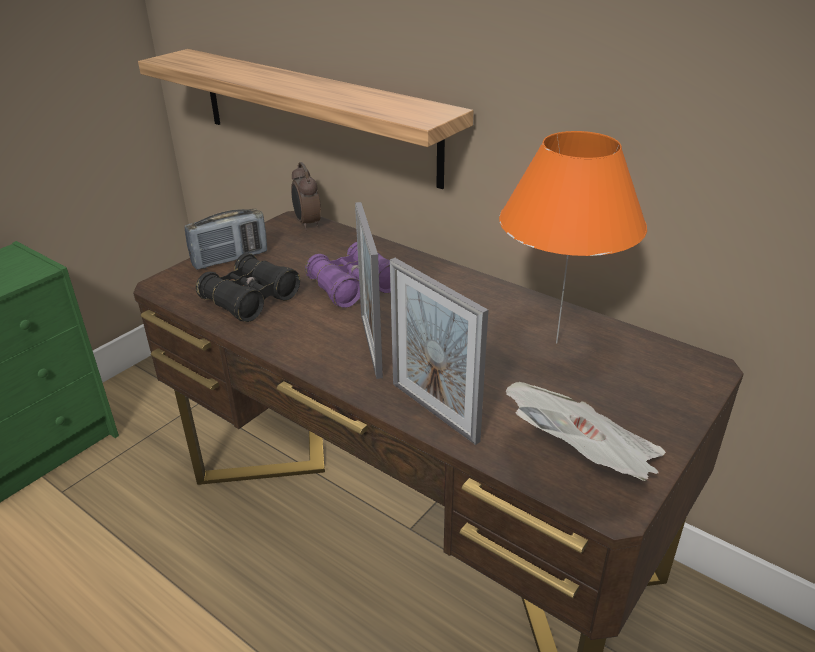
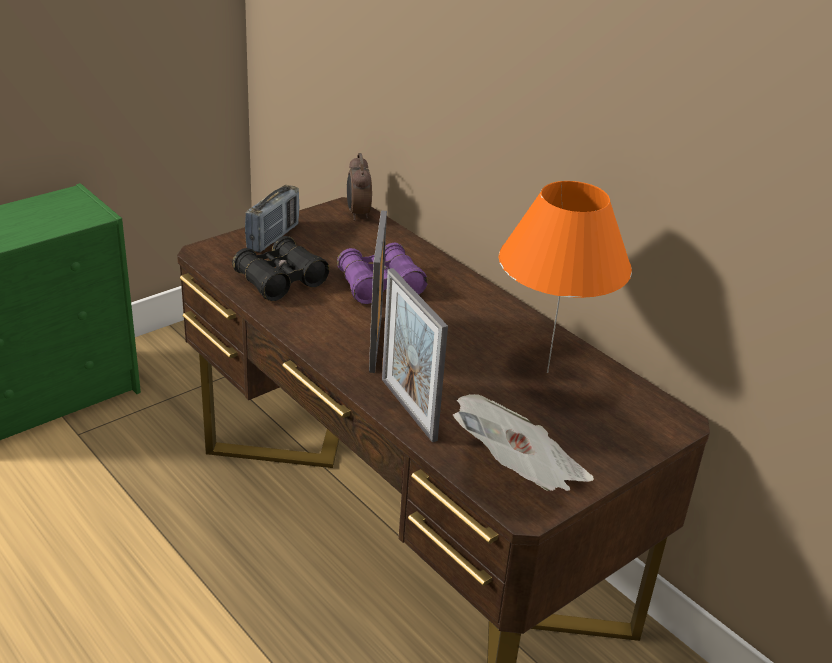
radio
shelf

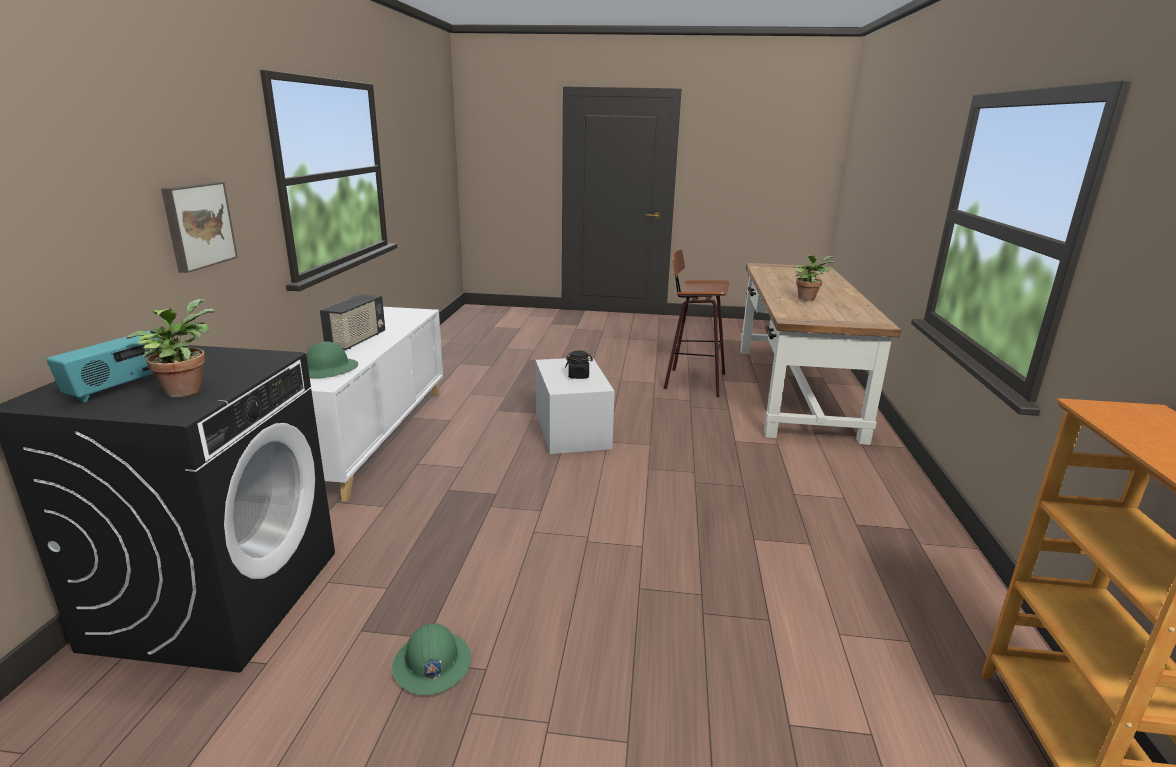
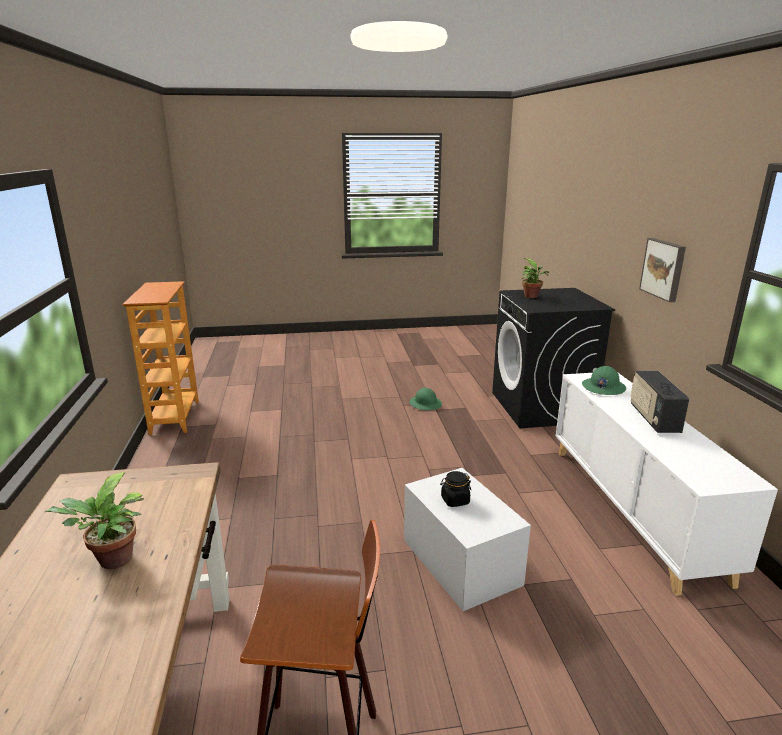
radio (1st from left in the first image)

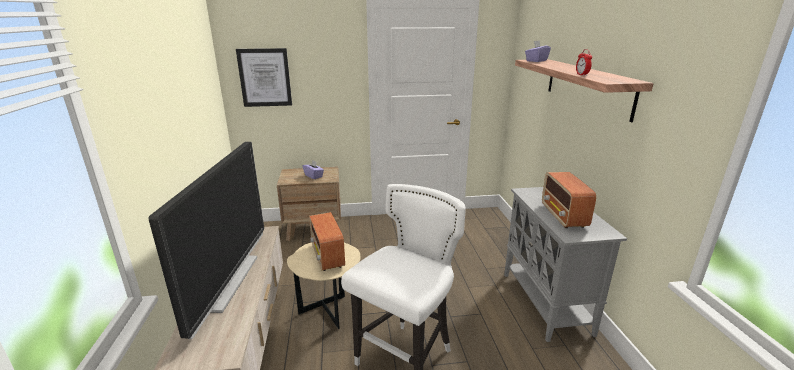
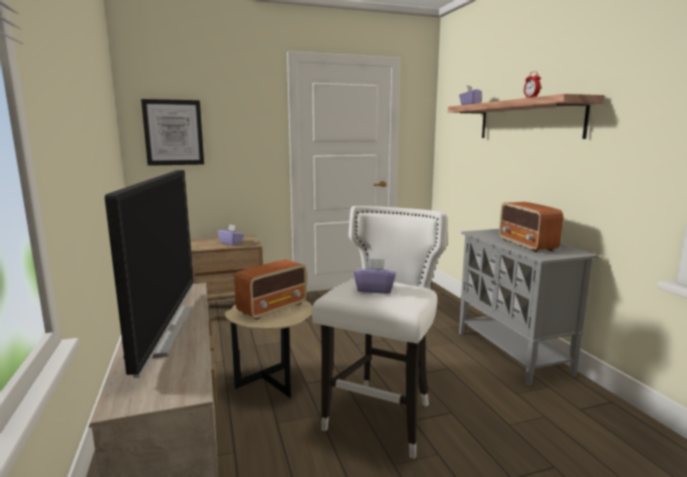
radio (1st from left)
tissue box/purple (2nd from left)

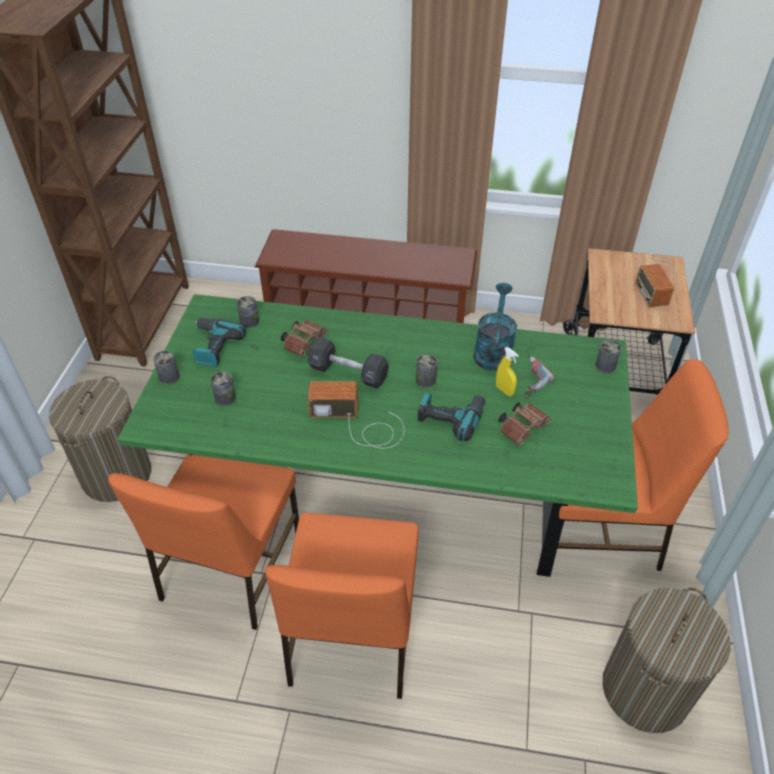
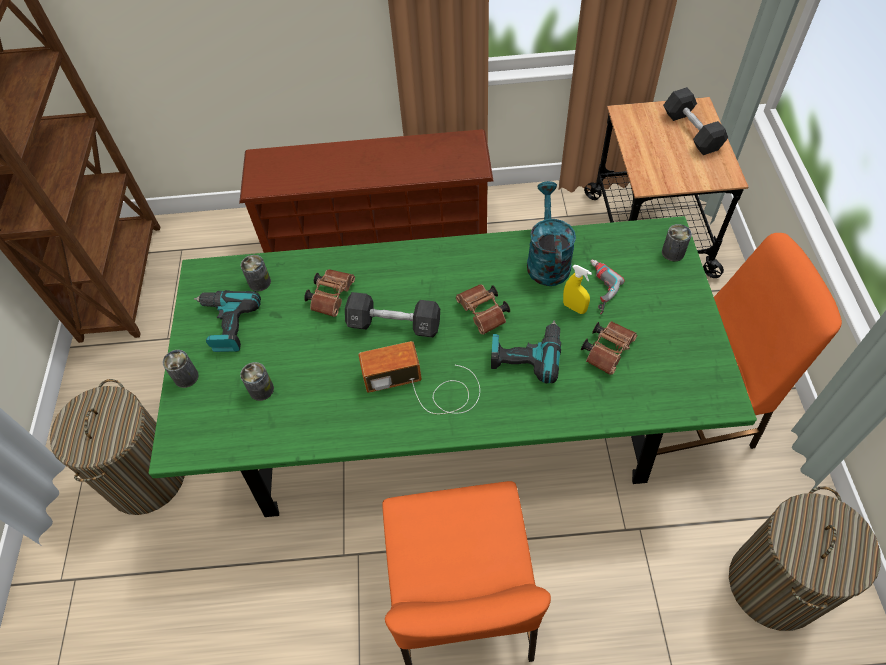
binoculars/brown (2nd from left)
dumbbell/black (2nd from left)
chair/orange (1st from left in the first image)

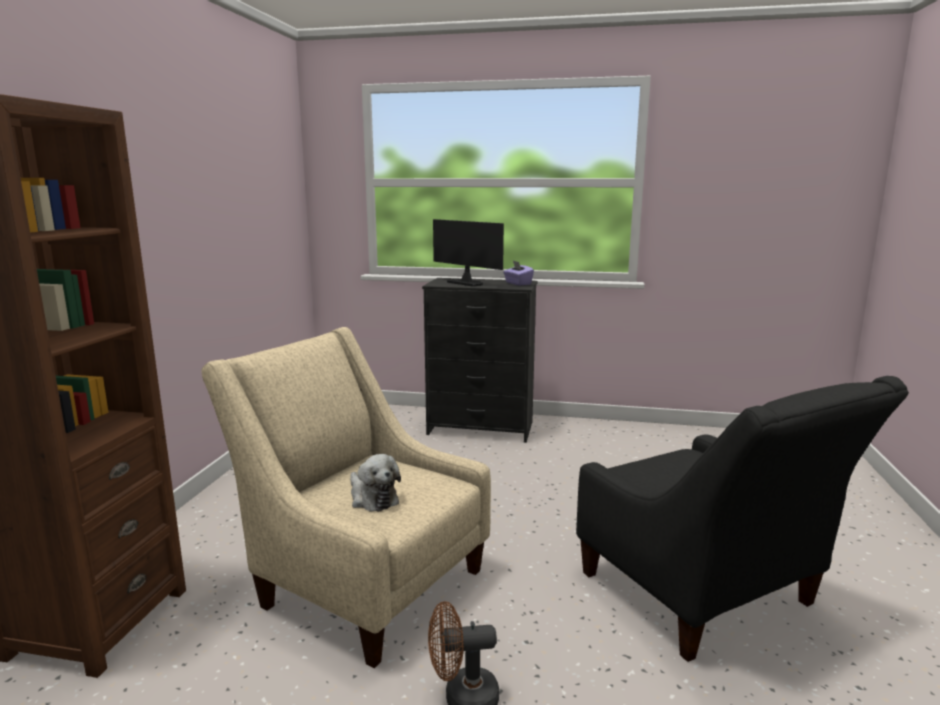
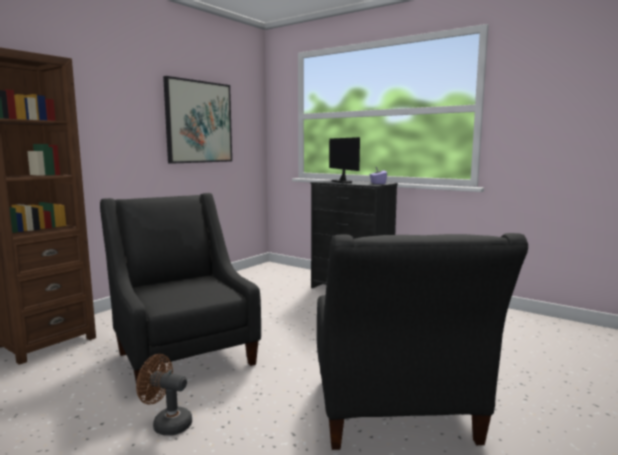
armchair/black (1st from left)
picture
plush toy

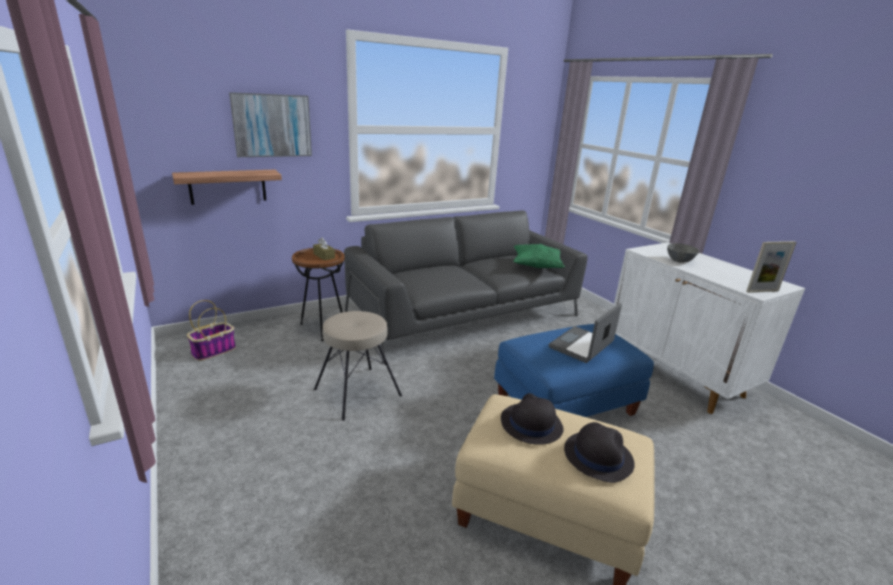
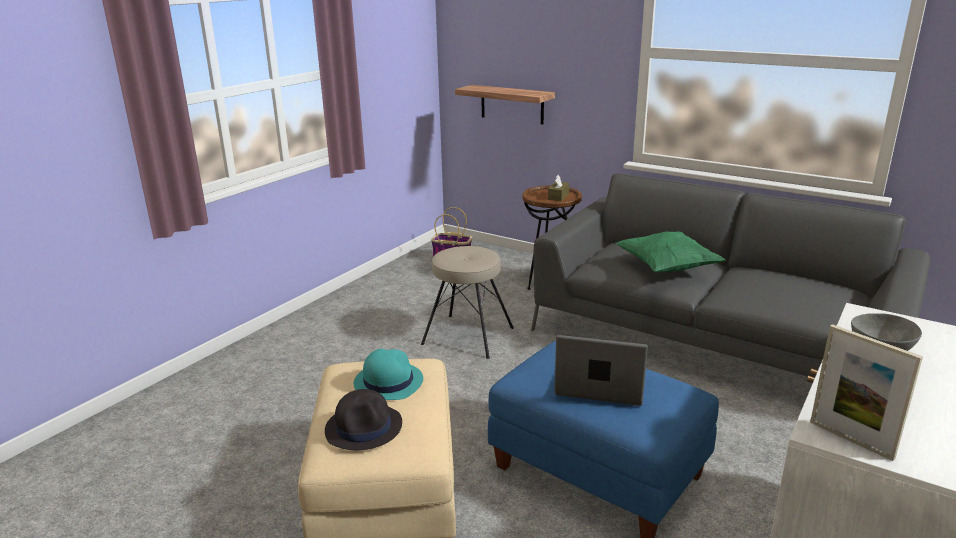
hat/turquoise
pillow/green
picture

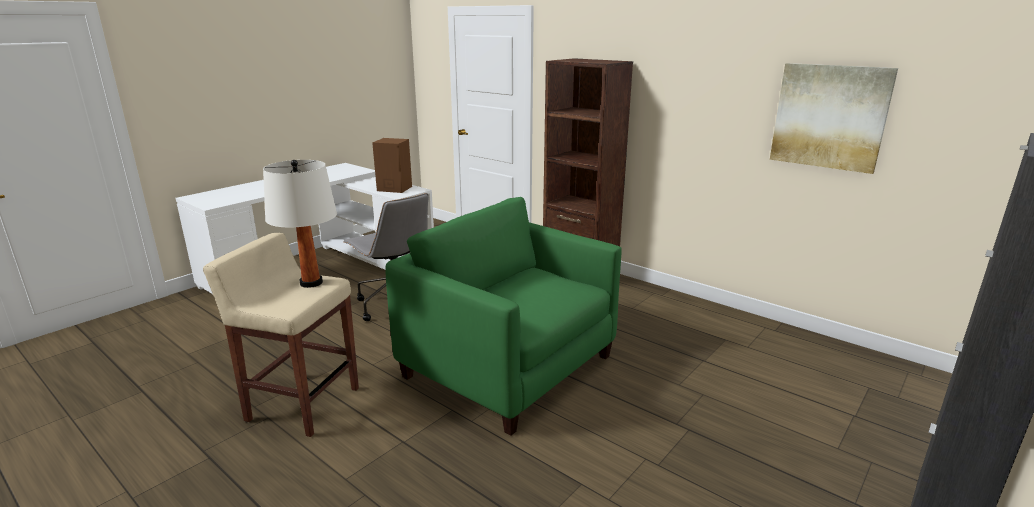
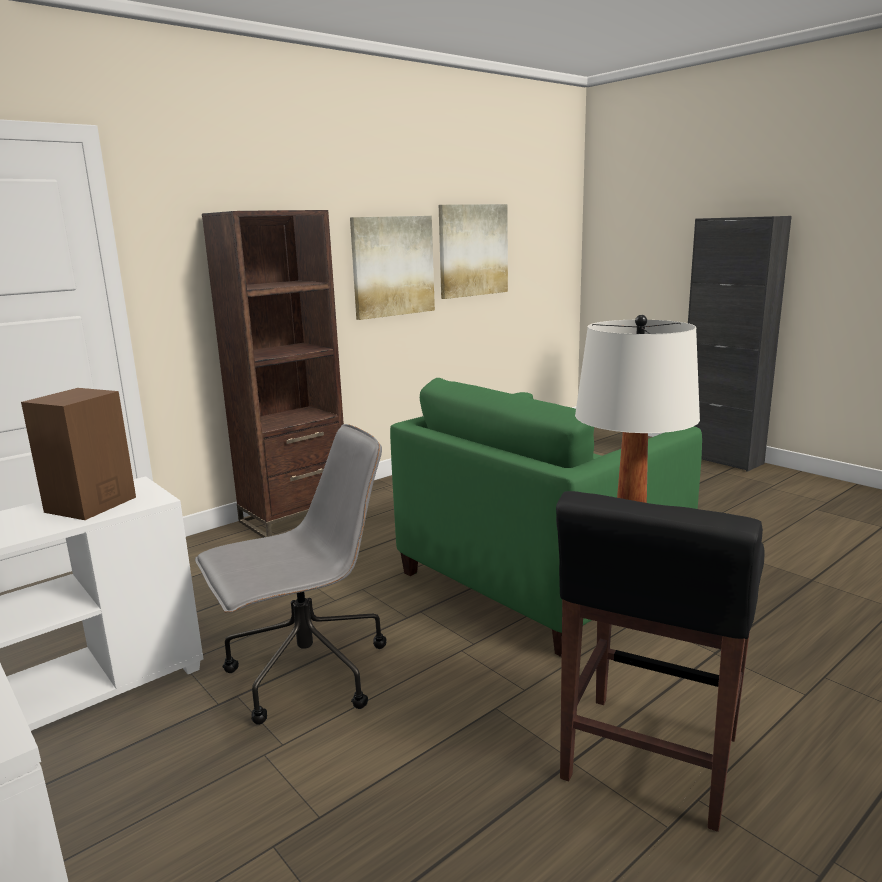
picture (1st from left)
stool/black

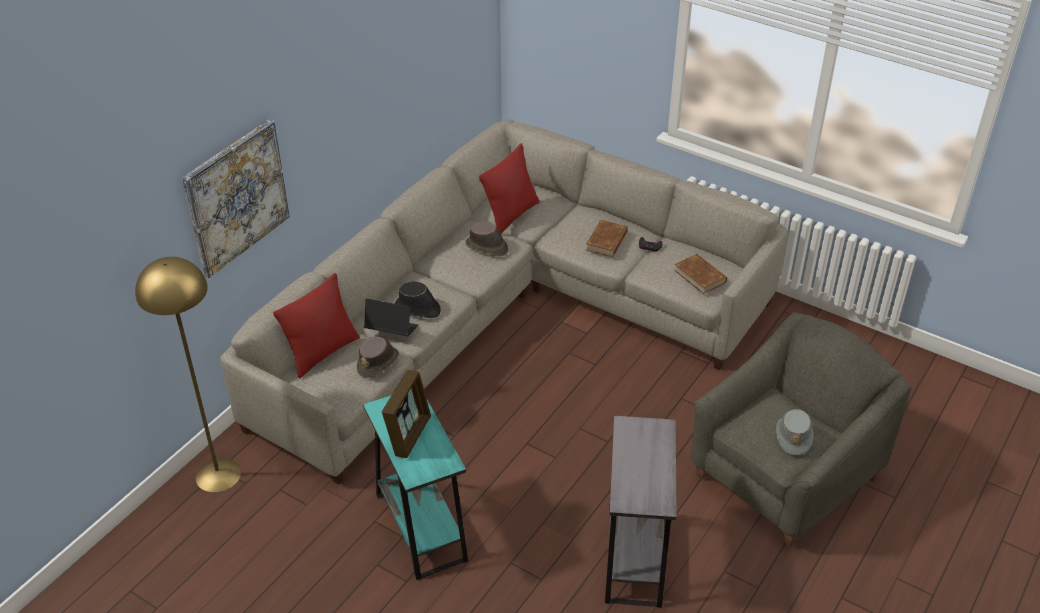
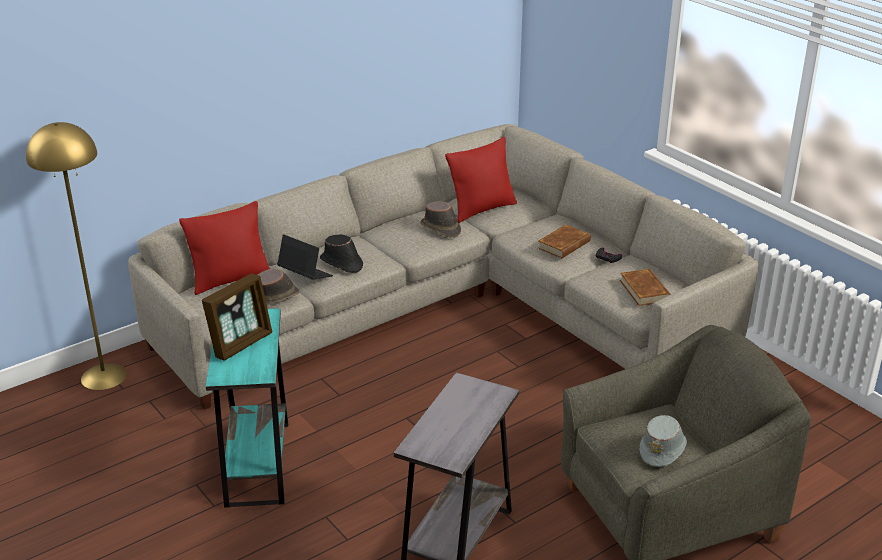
picture

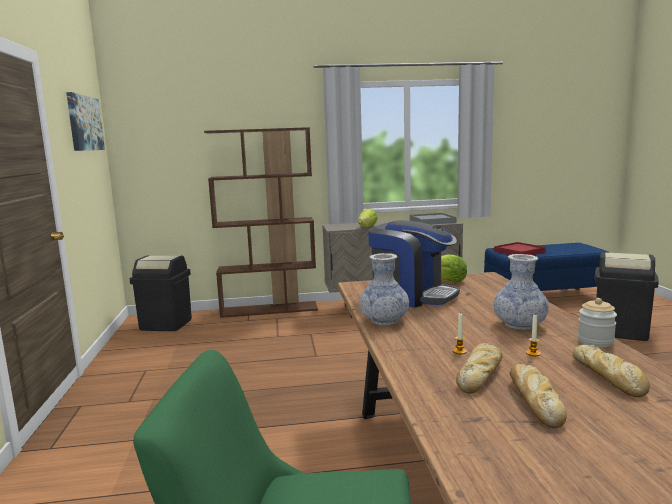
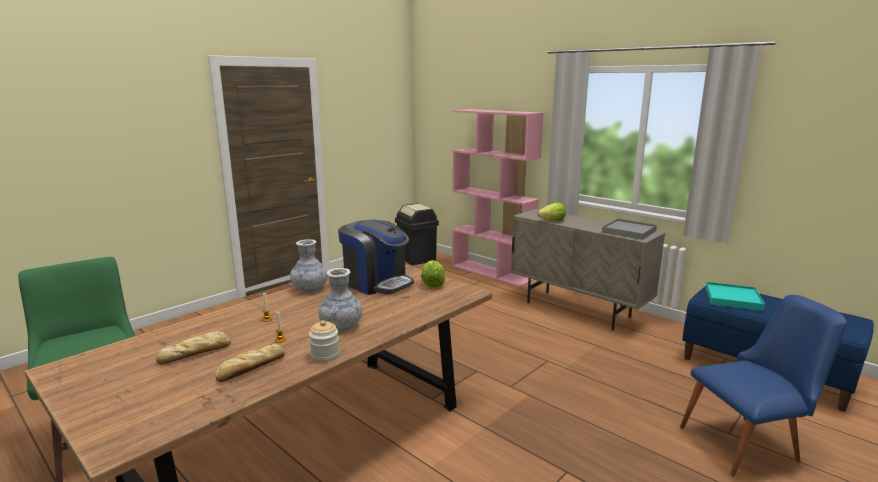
coffee machine
bookcase/pink
chair/blue
tray/turquoise
picture
bread (1st from left in the first image)

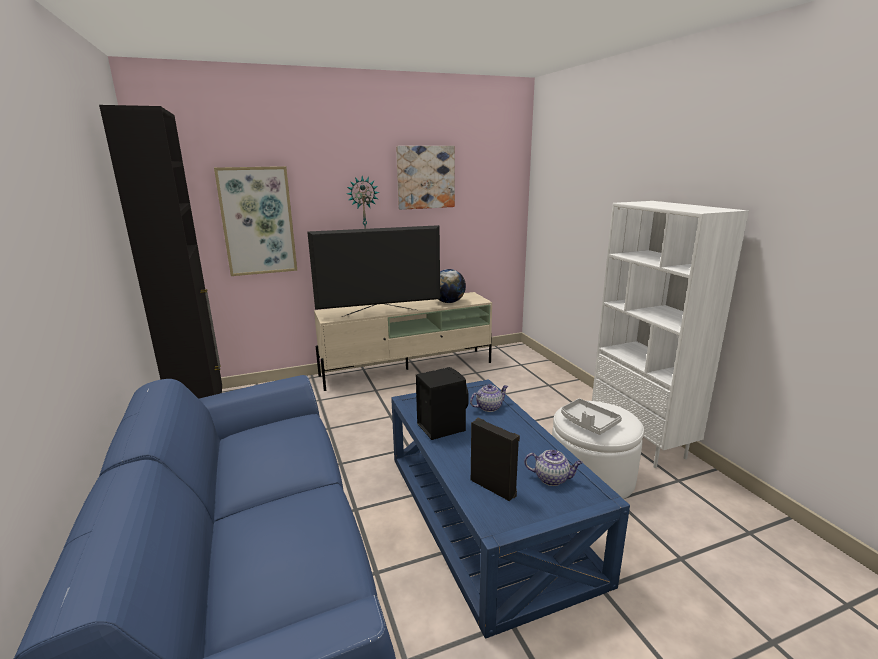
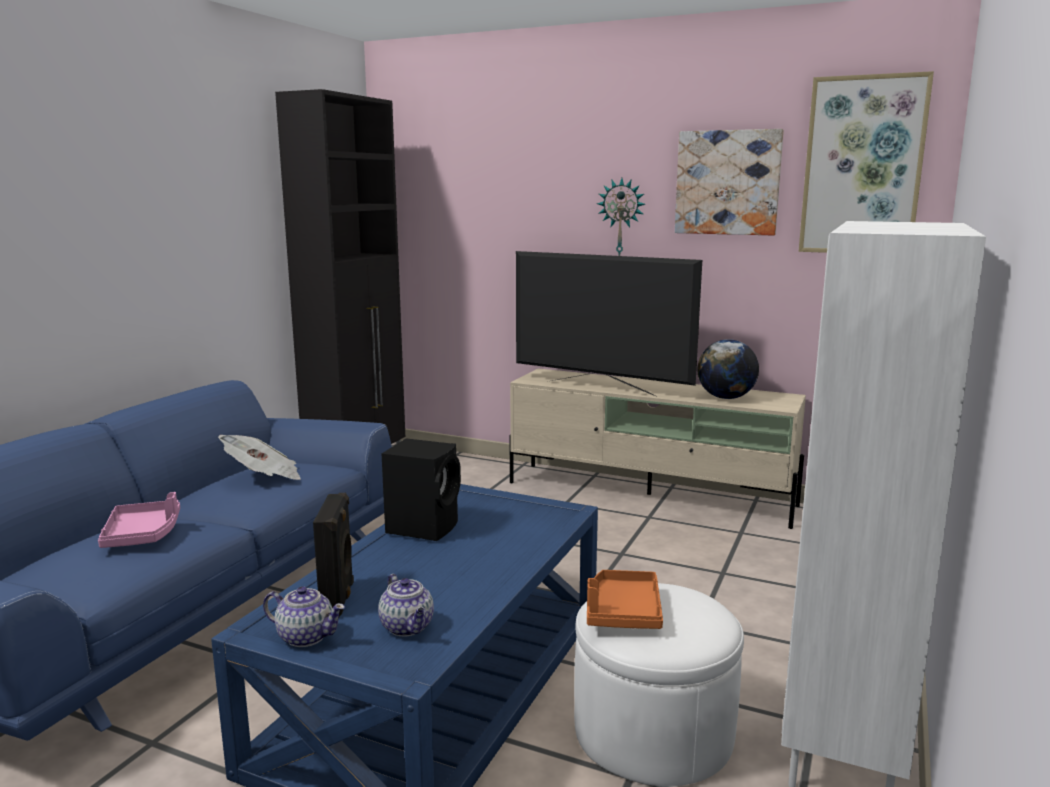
tray/pink
newspaper
teapot (1st from left)
tray/orange
picture (2nd from left)

